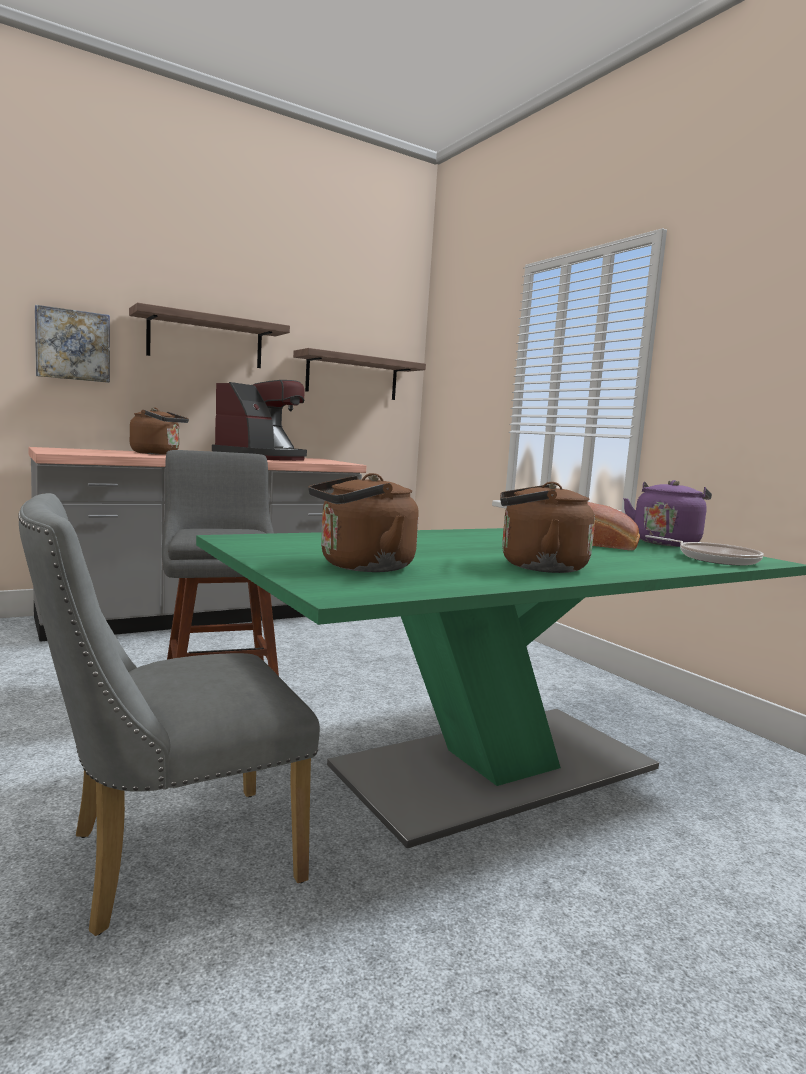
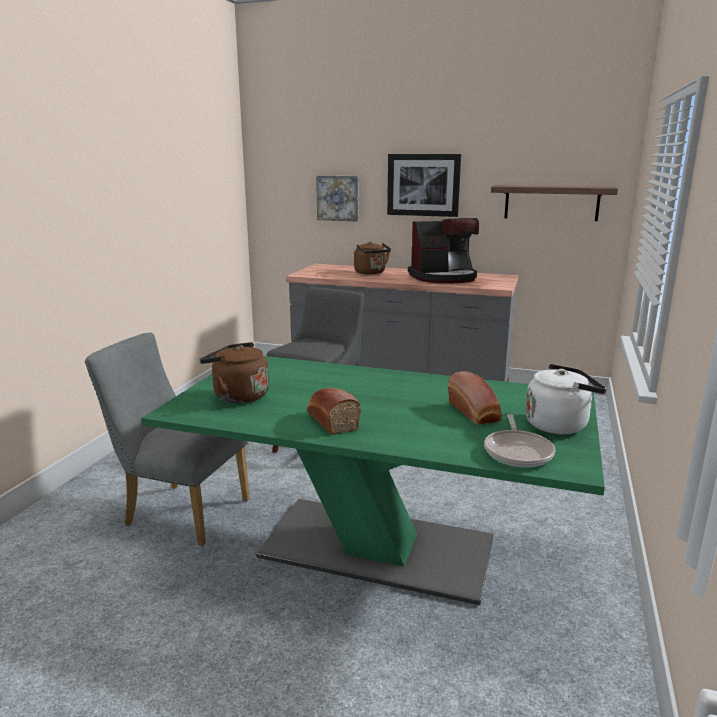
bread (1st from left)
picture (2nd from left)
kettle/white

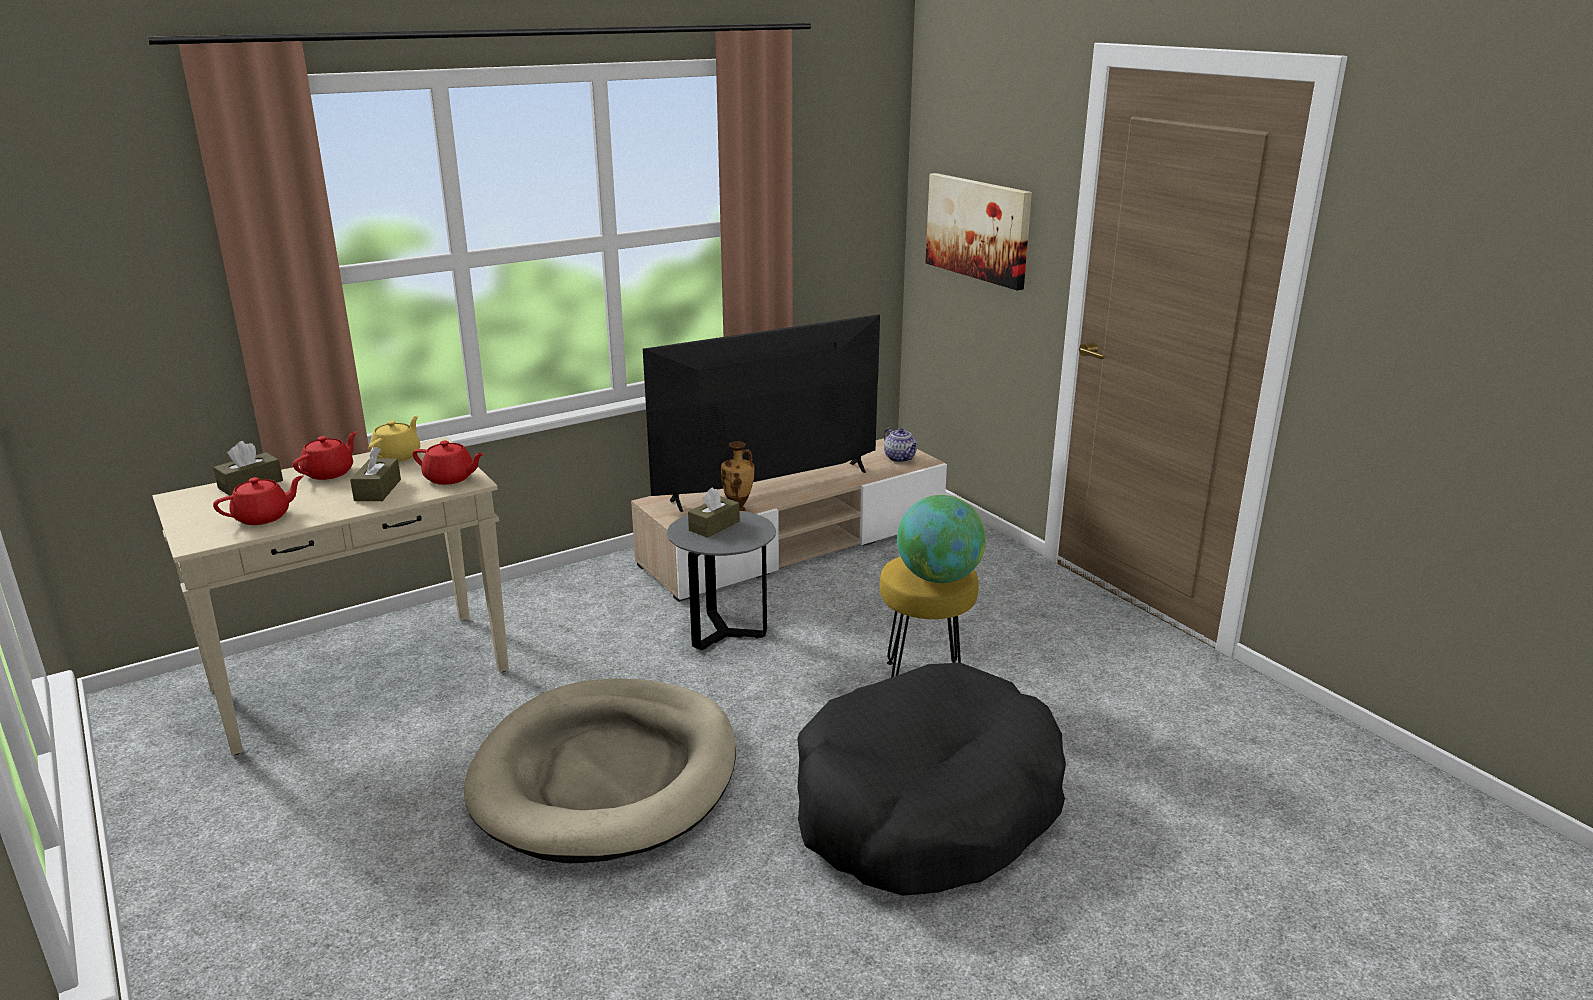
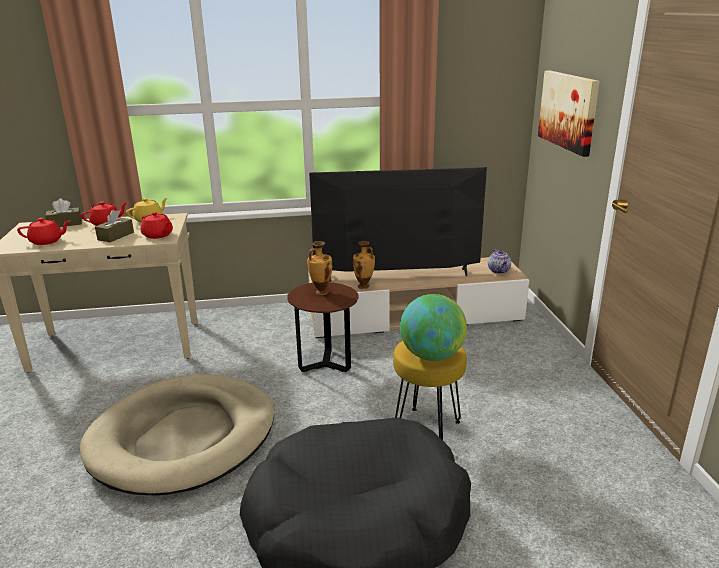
side table/brown
vase (1st from left)

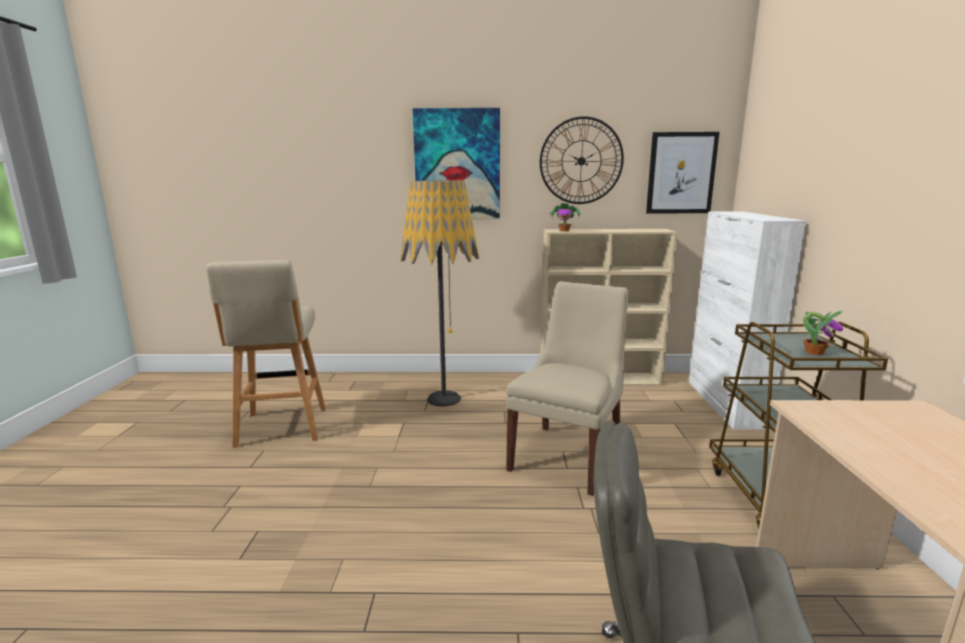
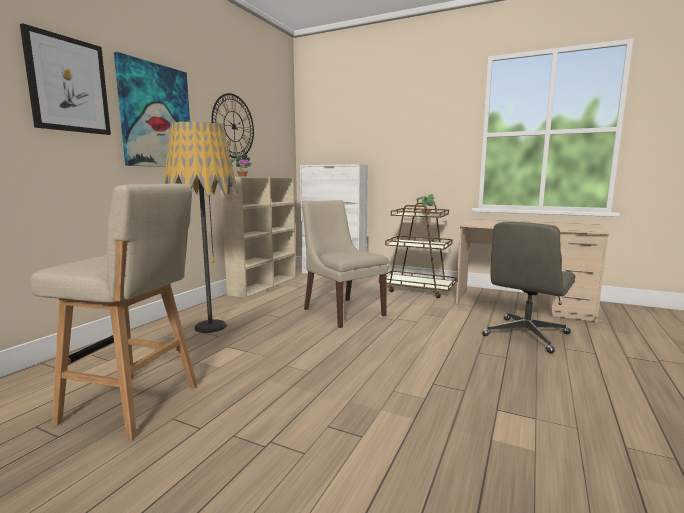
picture (1st from left)

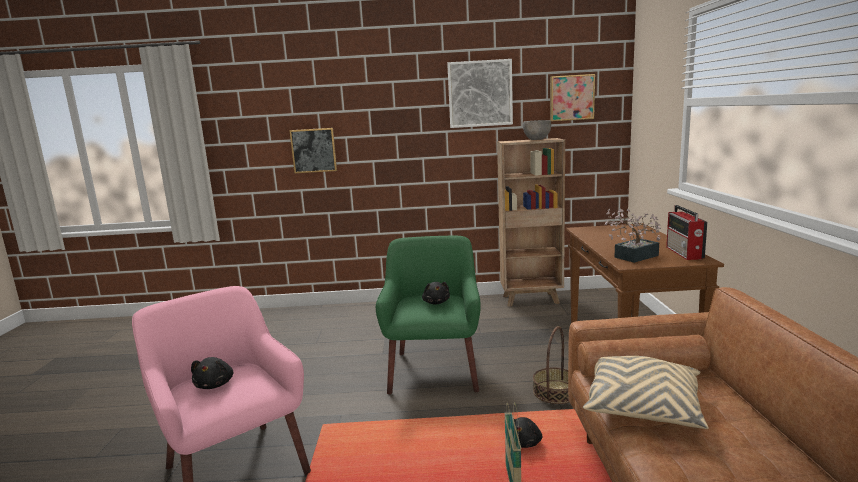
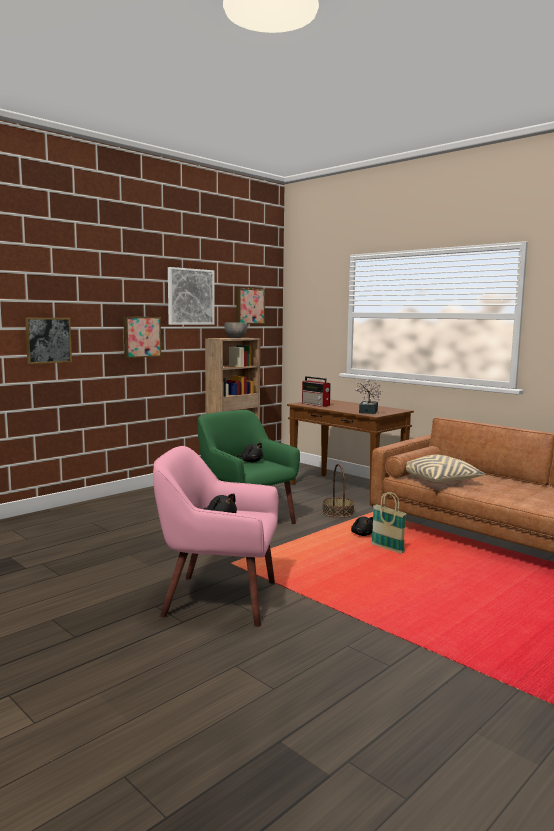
picture (2nd from left)
radio

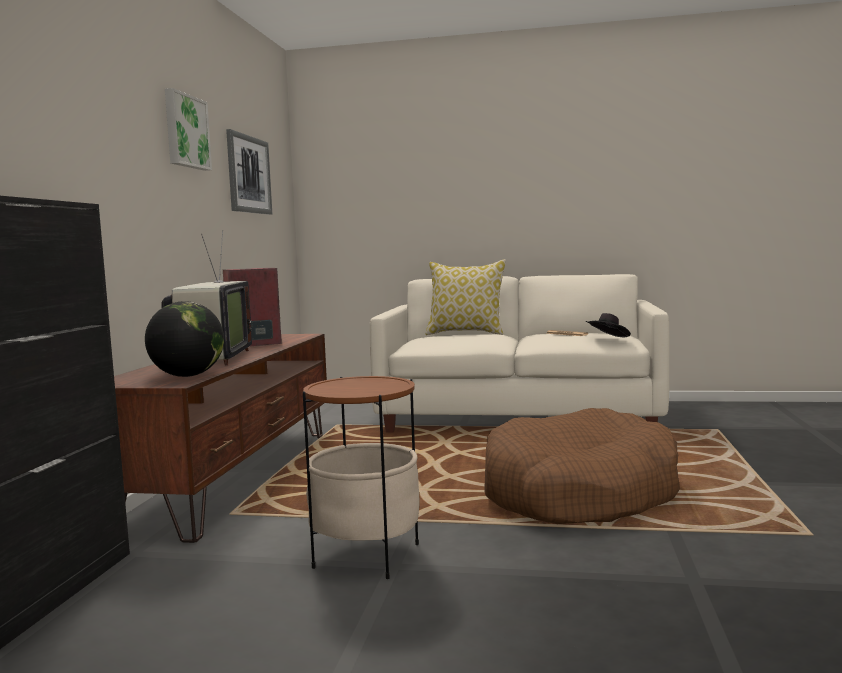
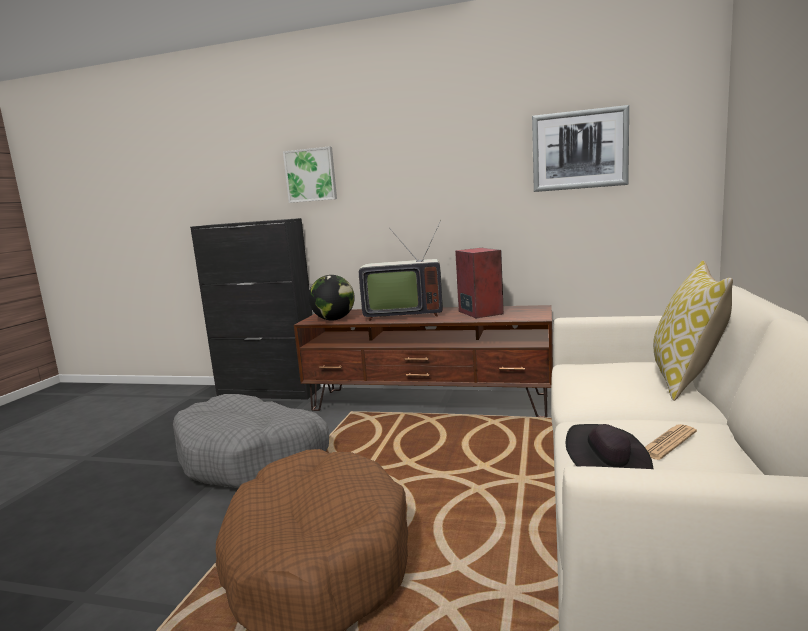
dog bed/grey
picture (1st from left)

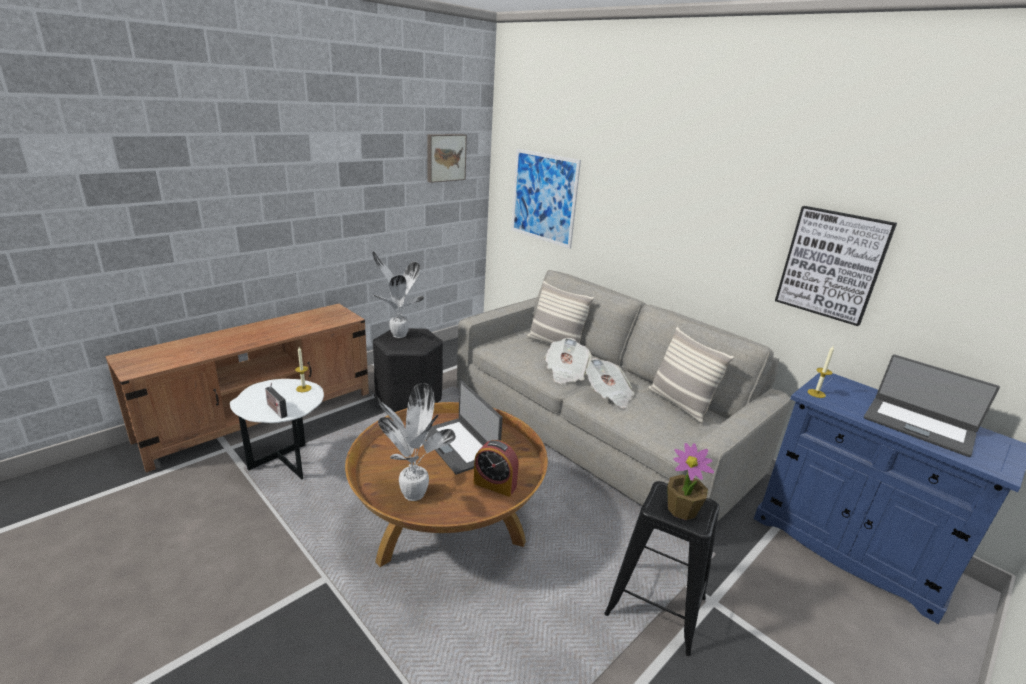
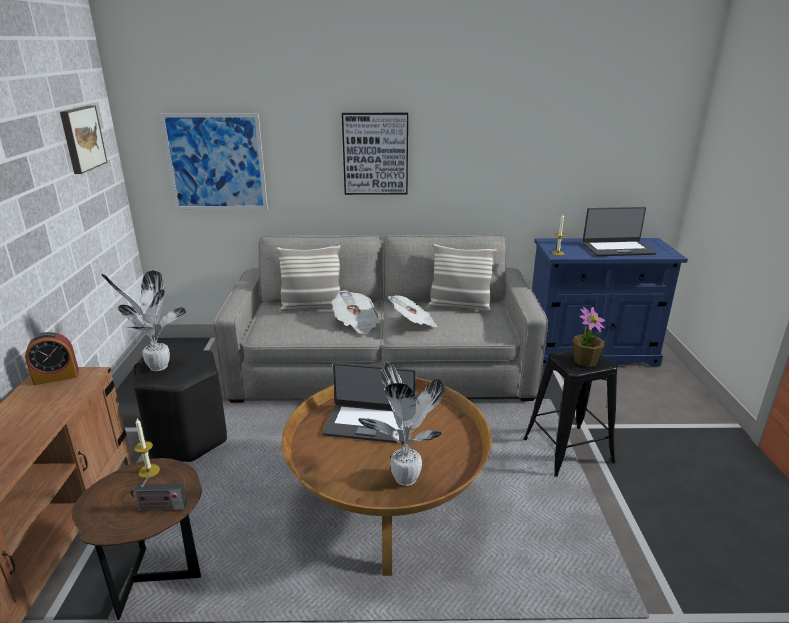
alarm clock
side table/brown
picture (3rd from left)

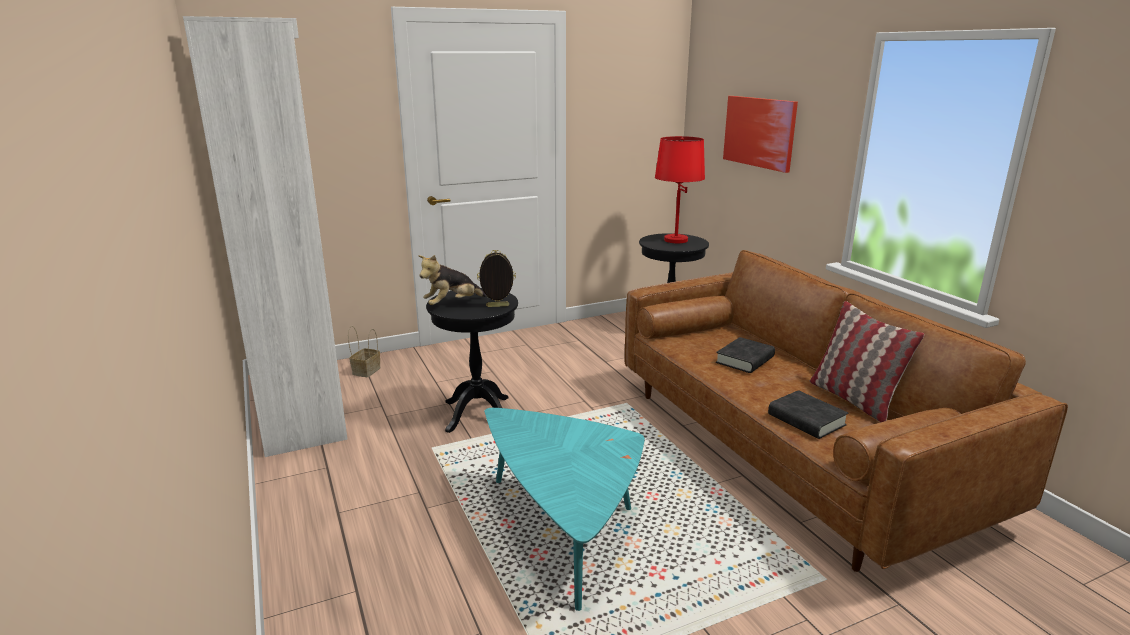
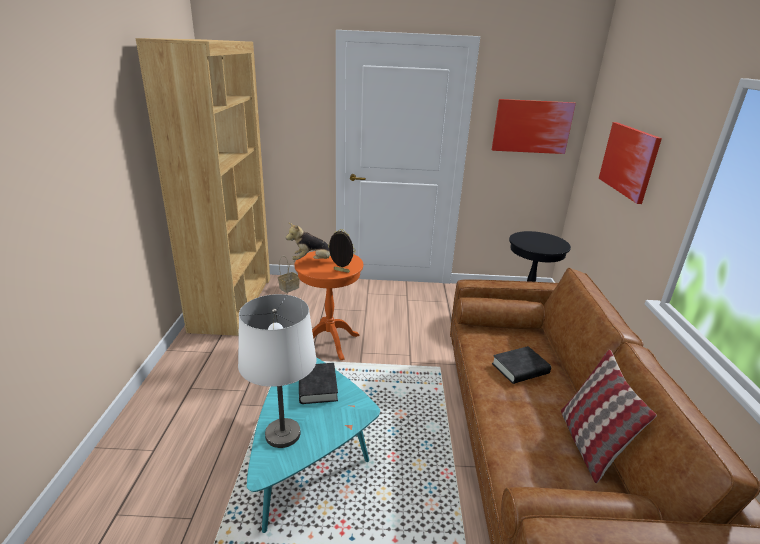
bookcase/brown
table lamp/white
side table/orange
book/black (1st from left)
picture (1st from left)
table lamp/red

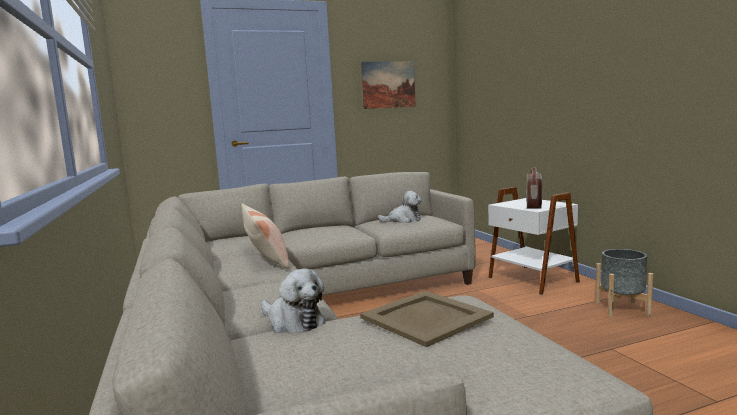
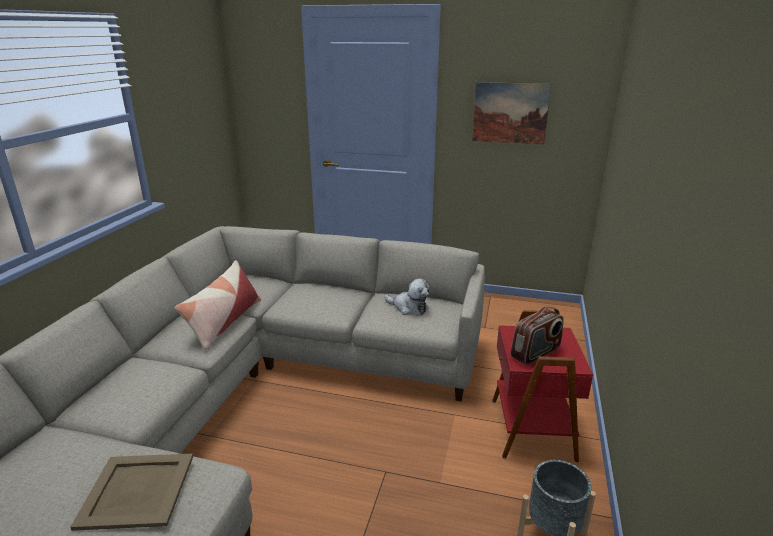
side table/red
plush toy (1st from left in the first image)

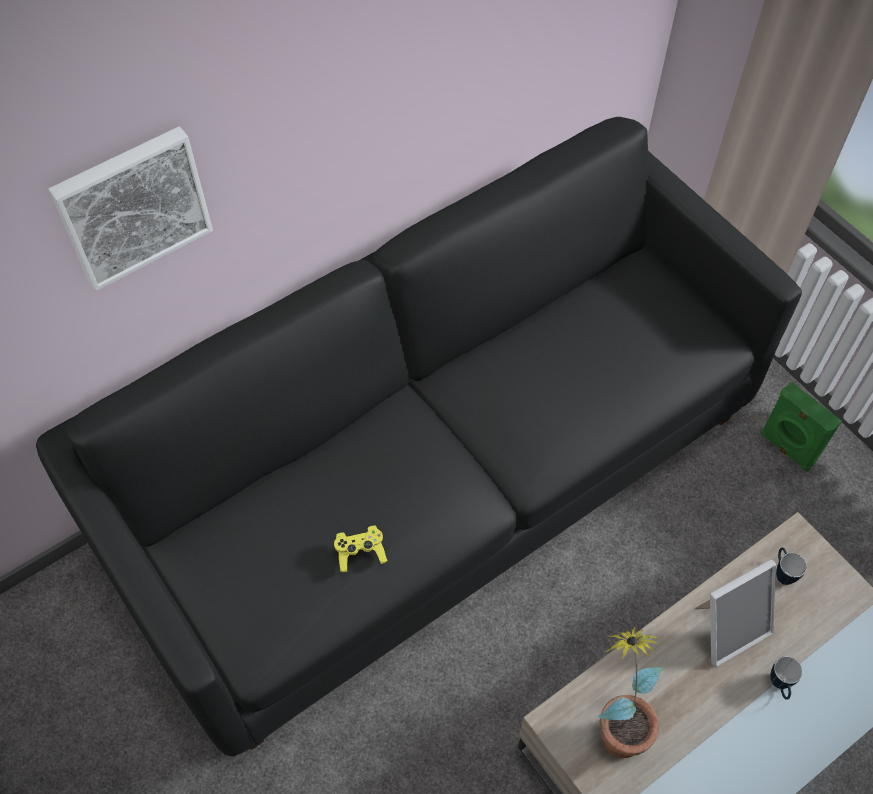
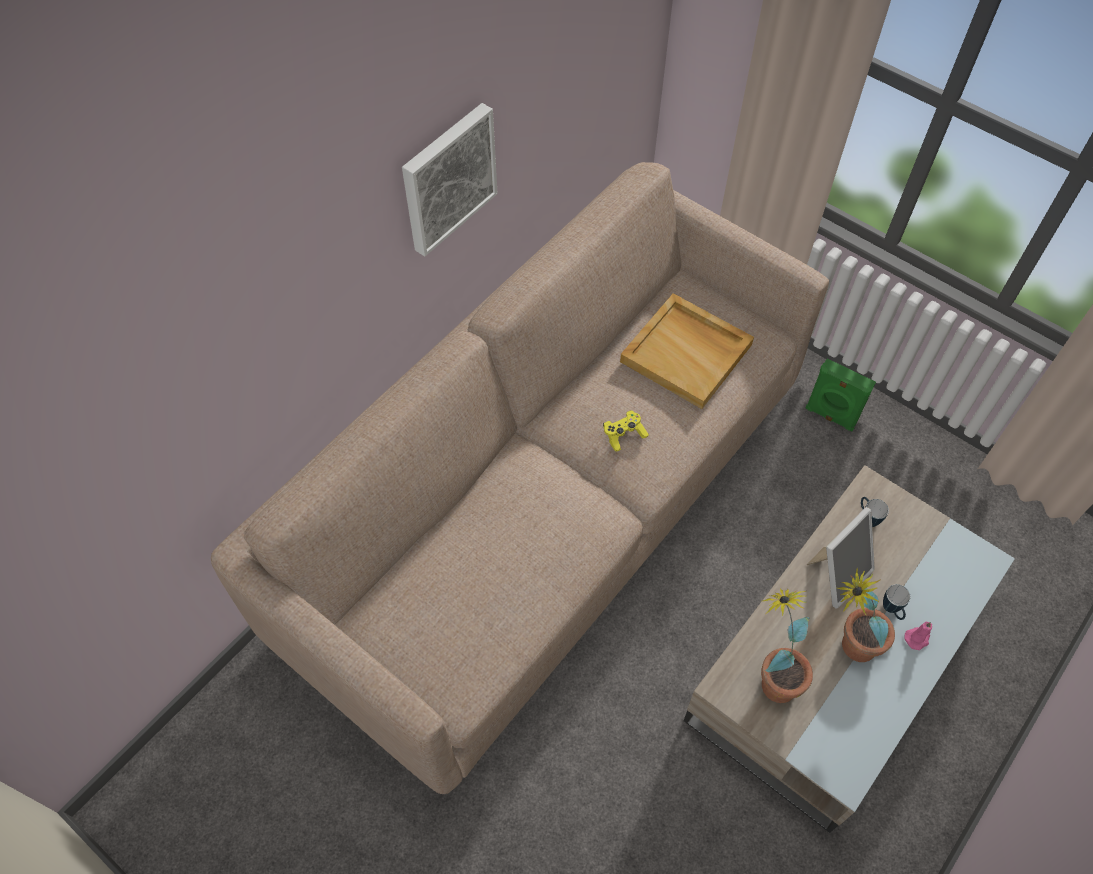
sofa/beige
picture
game controller/yellow
tray/beige
potted plant (2nd from left)
candle/pink

